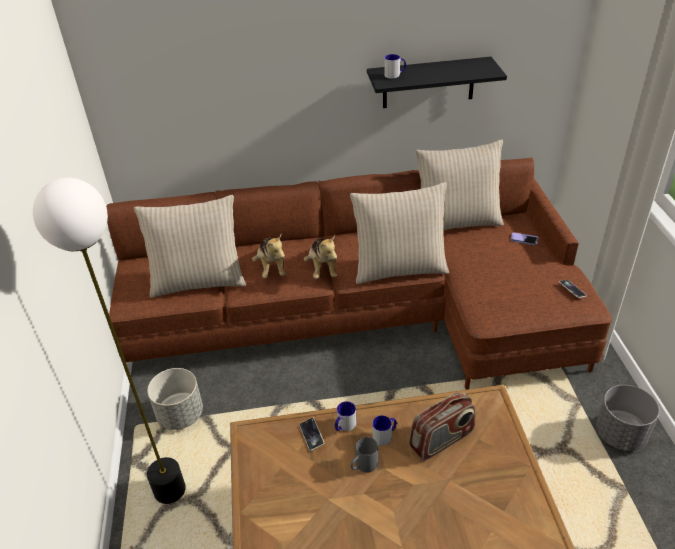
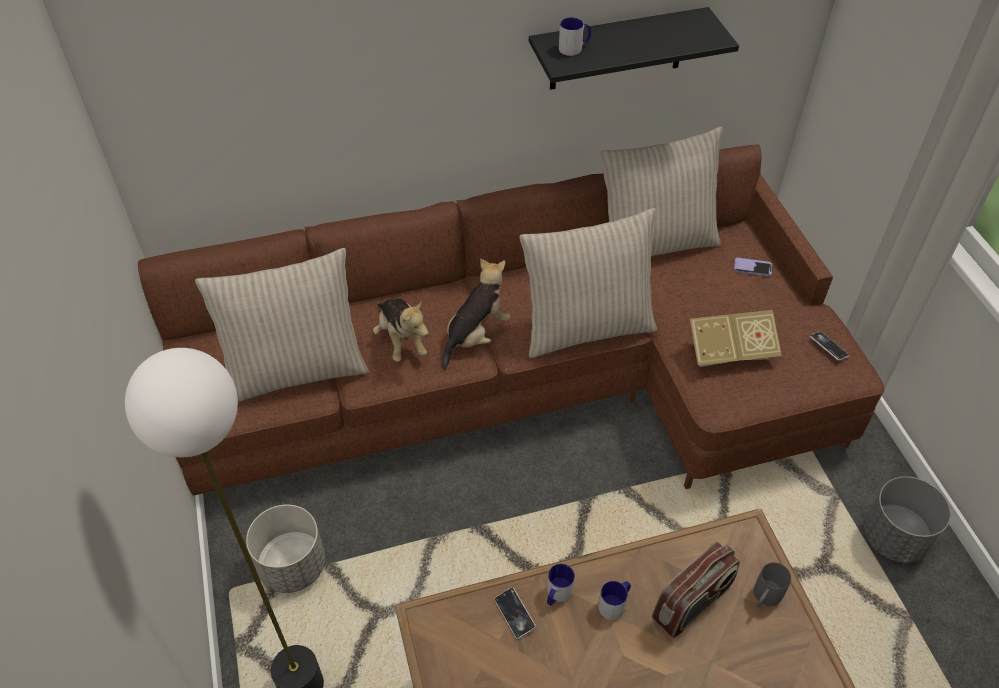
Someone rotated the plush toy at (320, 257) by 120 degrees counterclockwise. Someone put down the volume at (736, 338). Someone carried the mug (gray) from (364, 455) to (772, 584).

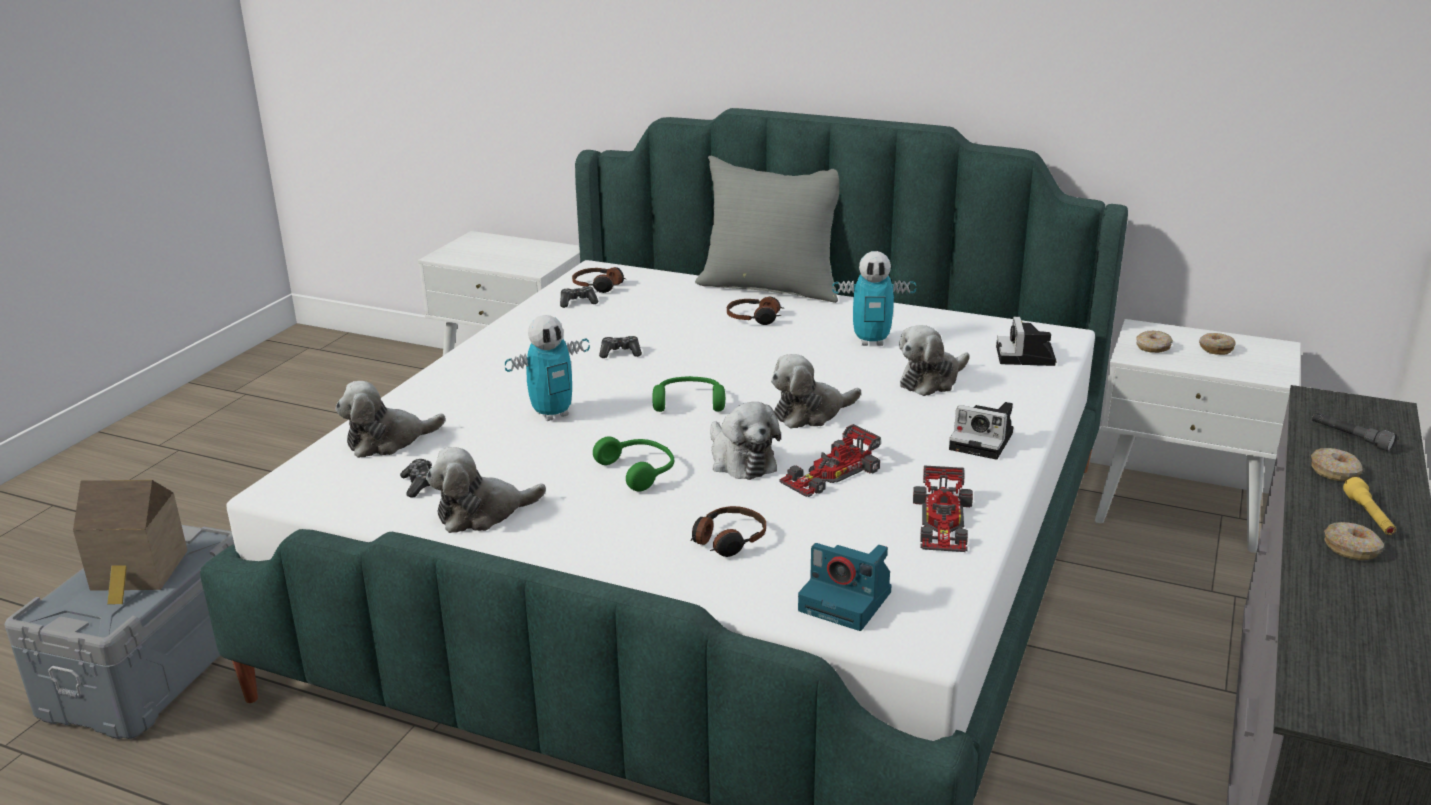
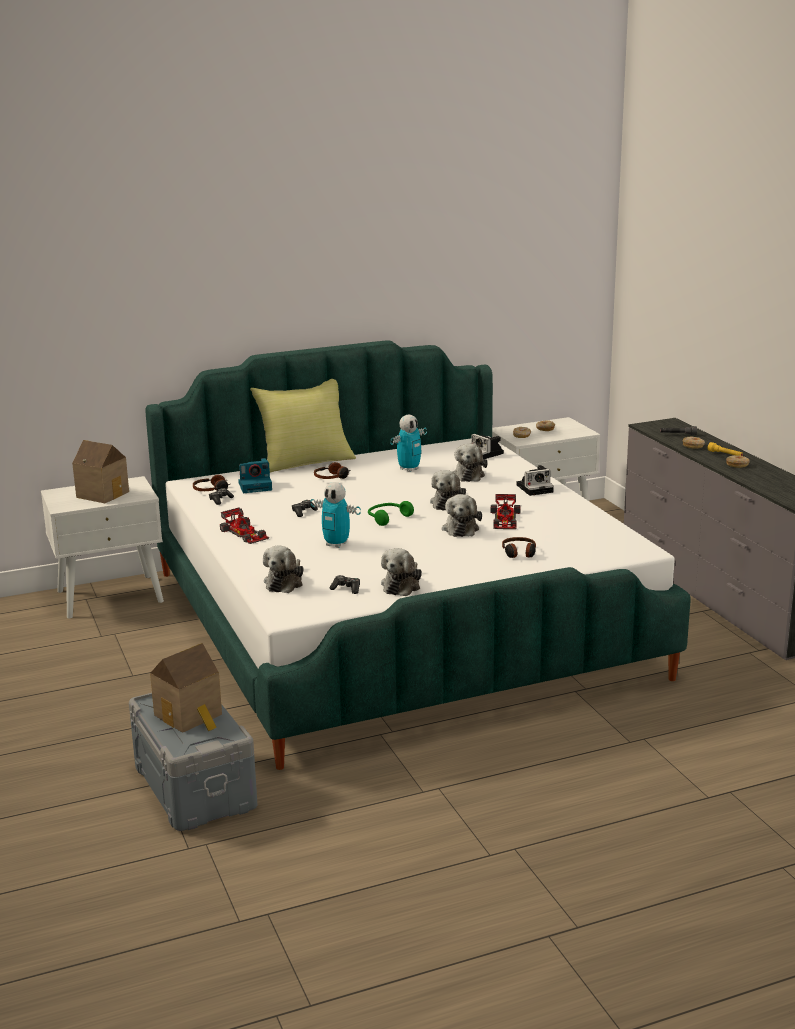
Someone put down the model house at (100, 471). Someone carried the model car from (943, 509) to (244, 525). Someone carried the photo camera from (844, 587) to (255, 475). Someone repainted the cushion (gray) at (767, 229), which became the cushion (yellowish) at (303, 426). Someone rotated the model robot at (547, 368) by 105 degrees clockwise. Someone rotated the plush toy at (745, 441) by 75 degrees clockwise. Someone took away the pair of headphones (greenish) at (633, 463).

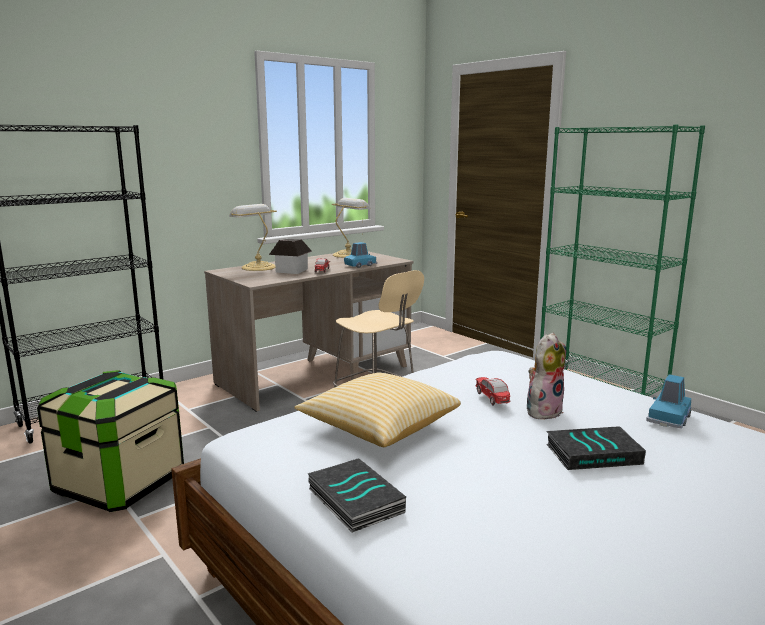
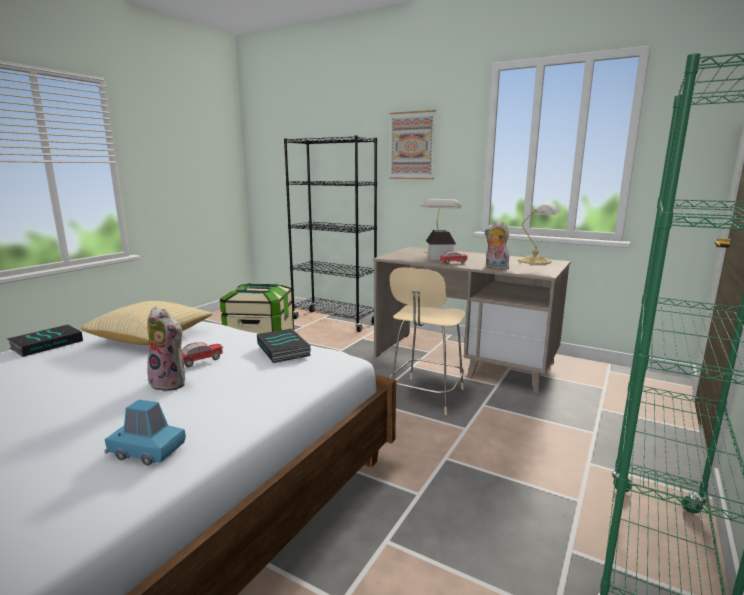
Someone carried the volume from (596, 448) to (284, 345). Someone put up the wall art at (412, 144). Someone swapped the model car (blue-coloured) at (360, 255) for the plush toy at (497, 246).

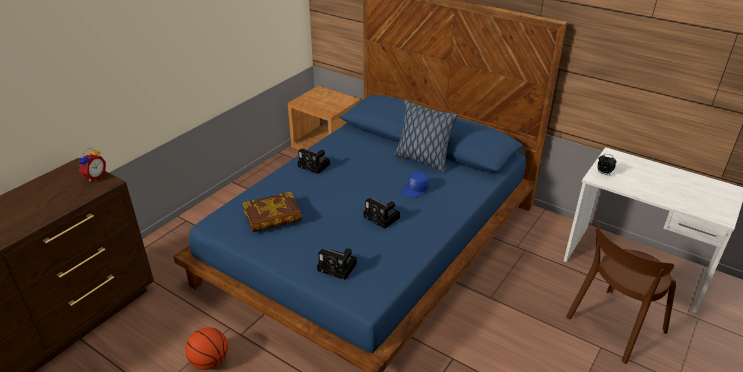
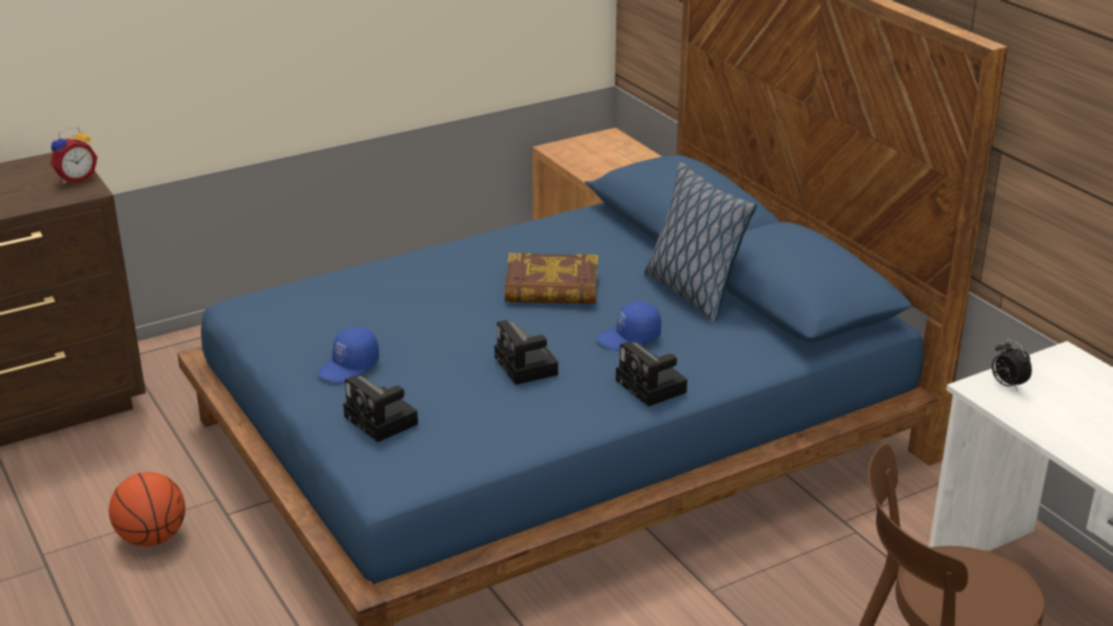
Someone put down the baseball cap (blue-coloured) at (348, 355). Someone carried the volume from (272, 212) to (551, 278). Someone carried the photo camera from (314, 161) to (651, 374).

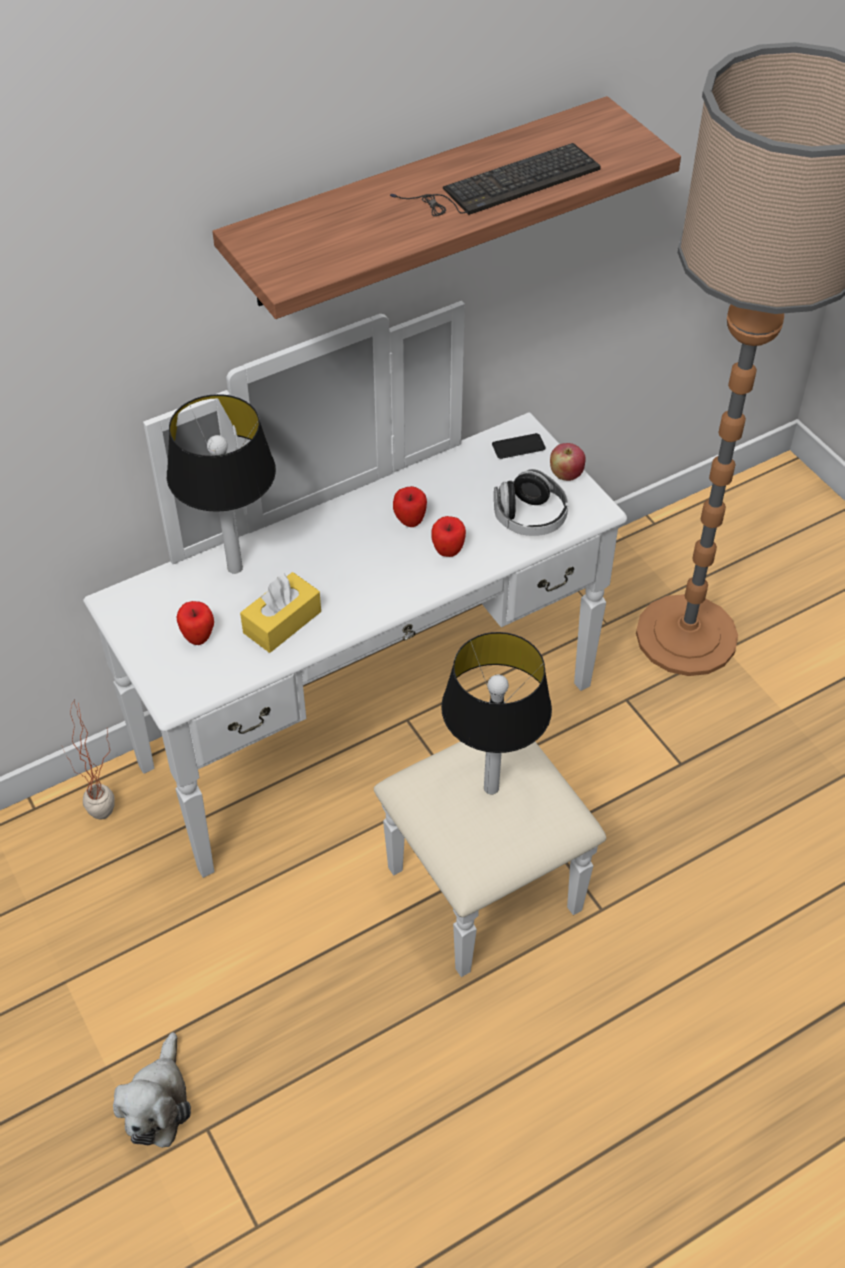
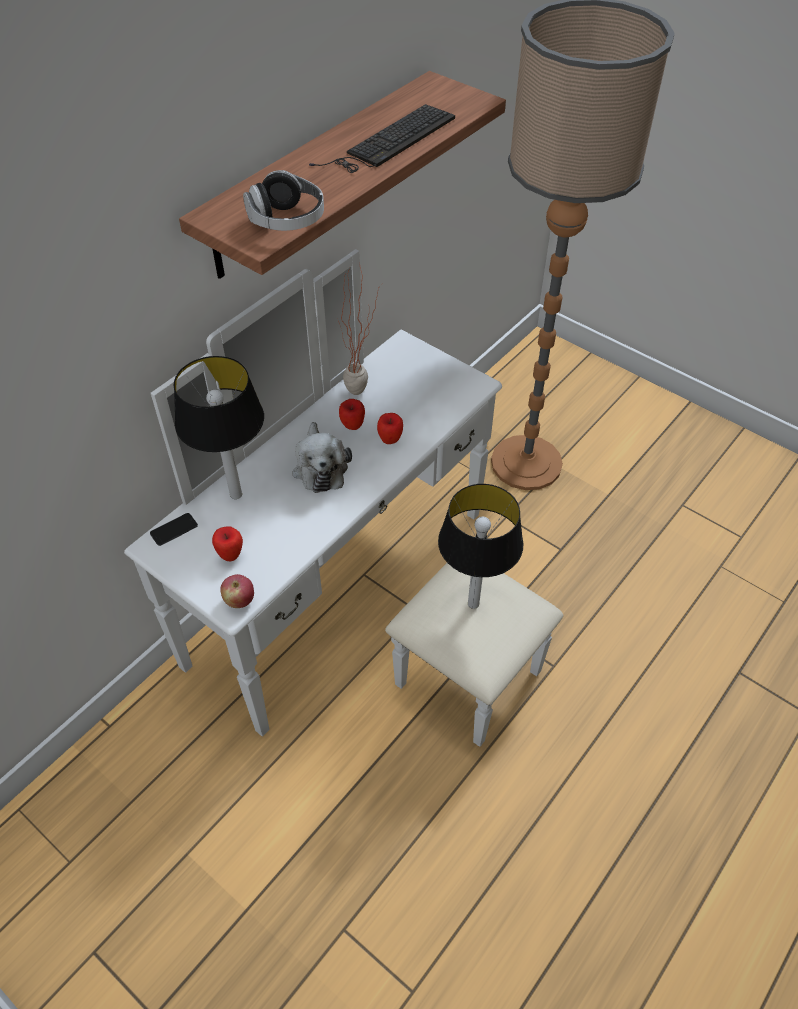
Someone carried the phone from (519, 446) to (174, 529). Someone carried the apple from (568, 462) to (237, 591). Someone carried the pair of headphones from (531, 502) to (283, 200). Someone carried the plush toy from (152, 1090) to (322, 457). Someone carried the houseplant from (88, 760) to (360, 328). Someone took away the tissue holder (yellowish) at (280, 612).

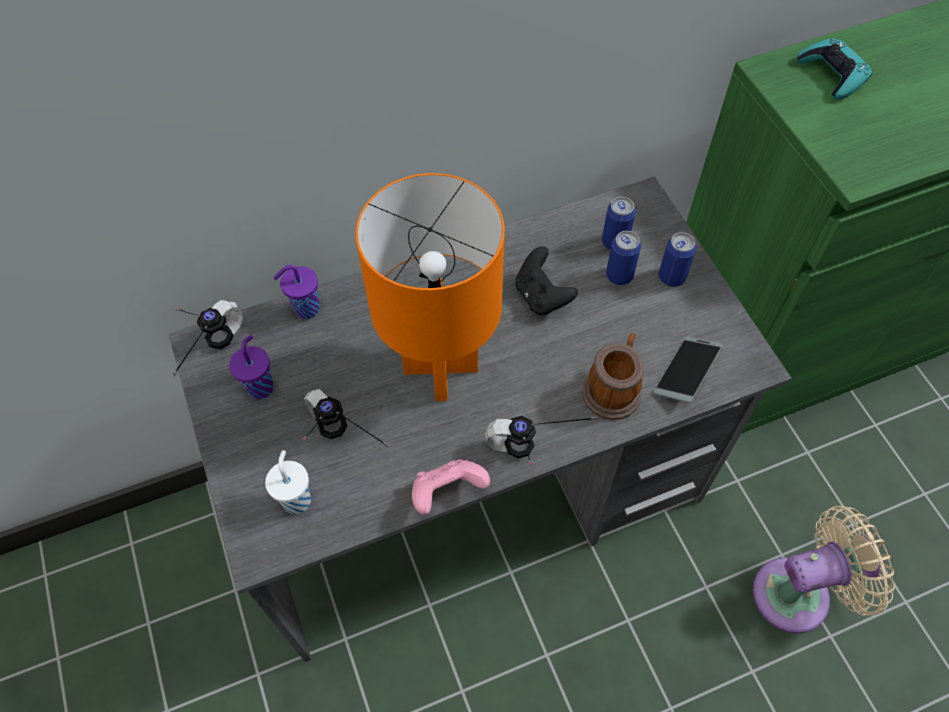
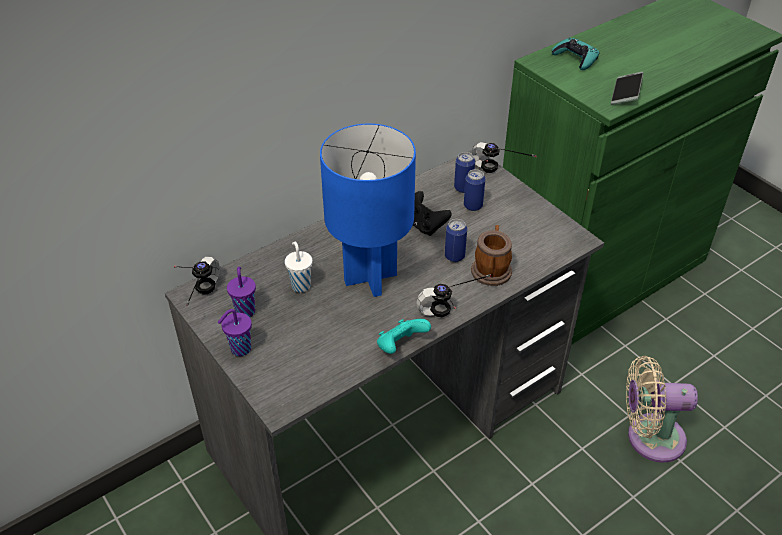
Someone carried the small cup (purple-coloured) from (296, 292) to (235, 332). Someone carried the small cup (whitish) from (288, 482) to (298, 267). Someone repainted the lamp for a table (orange-coloured) at (430, 287), which became the lamp for a table (blue-coloured) at (368, 210). Someone repainted the game controller (pink) at (451, 487), which became the game controller (blue-green) at (404, 336). Someone carried the can from (677, 259) to (456, 240). Someone carried the pair of headphones from (346, 418) to (504, 157). Someone carried the phone from (688, 370) to (627, 88). Someone rotated the cooling fan (sand-coloured) at (824, 569) by 150 degrees counterclockwise.

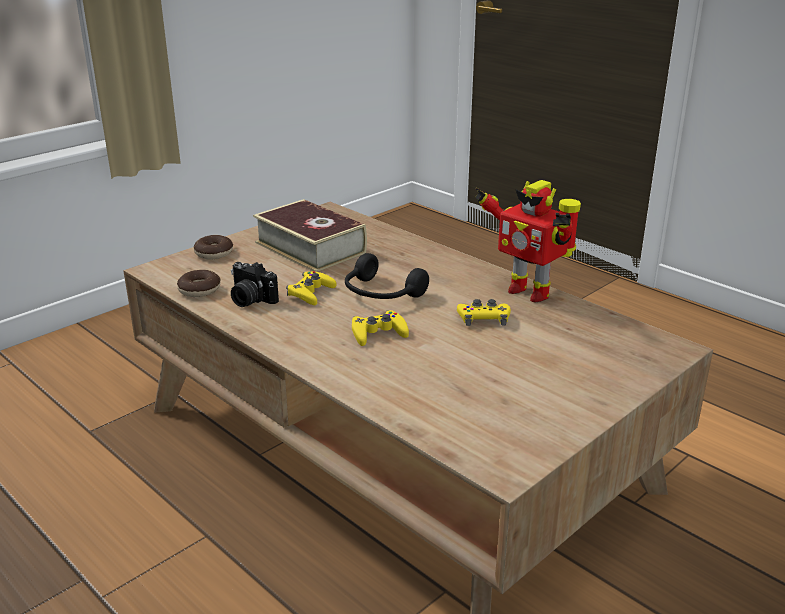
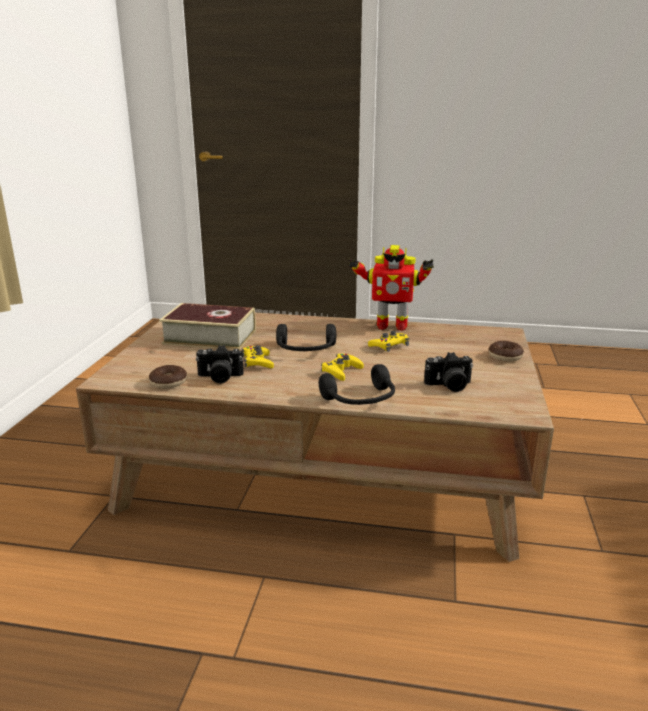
Someone put down the pair of headphones (blackish) at (357, 384). Someone put down the photo camera at (448, 372). Someone carried the doughnut from (213, 247) to (506, 351).

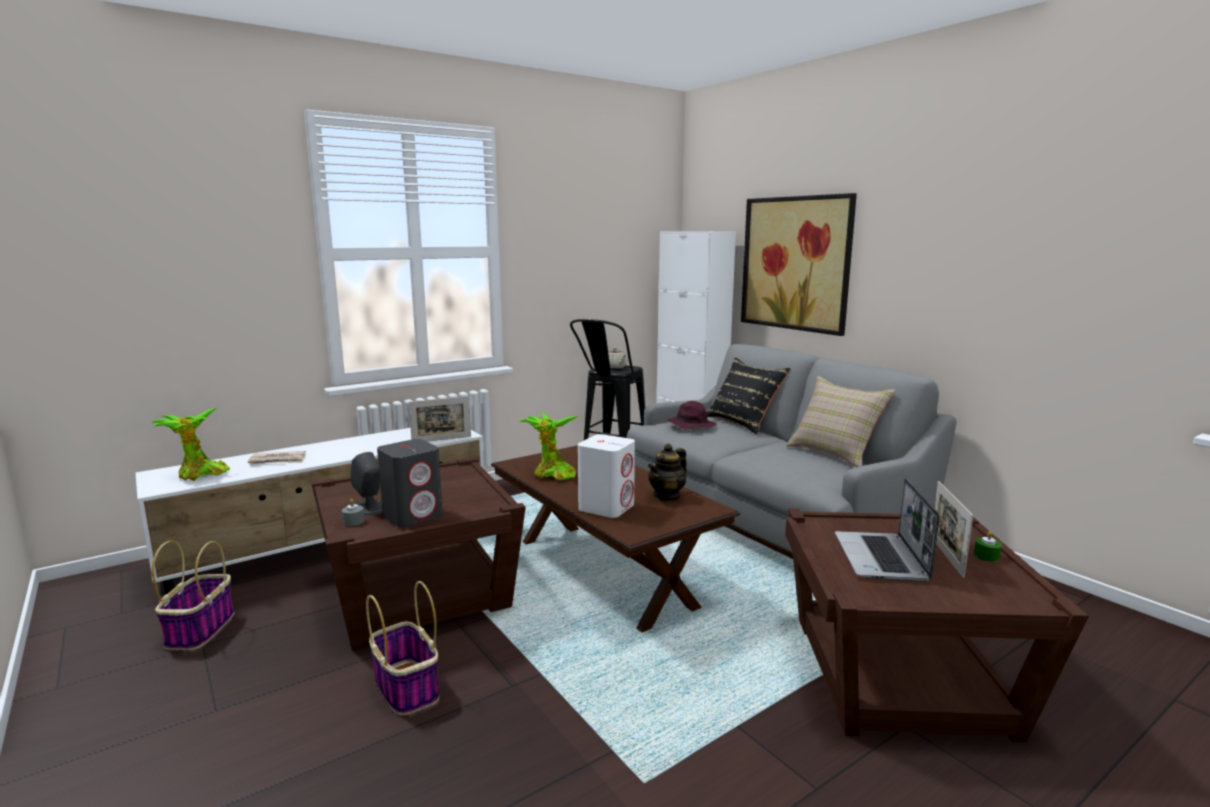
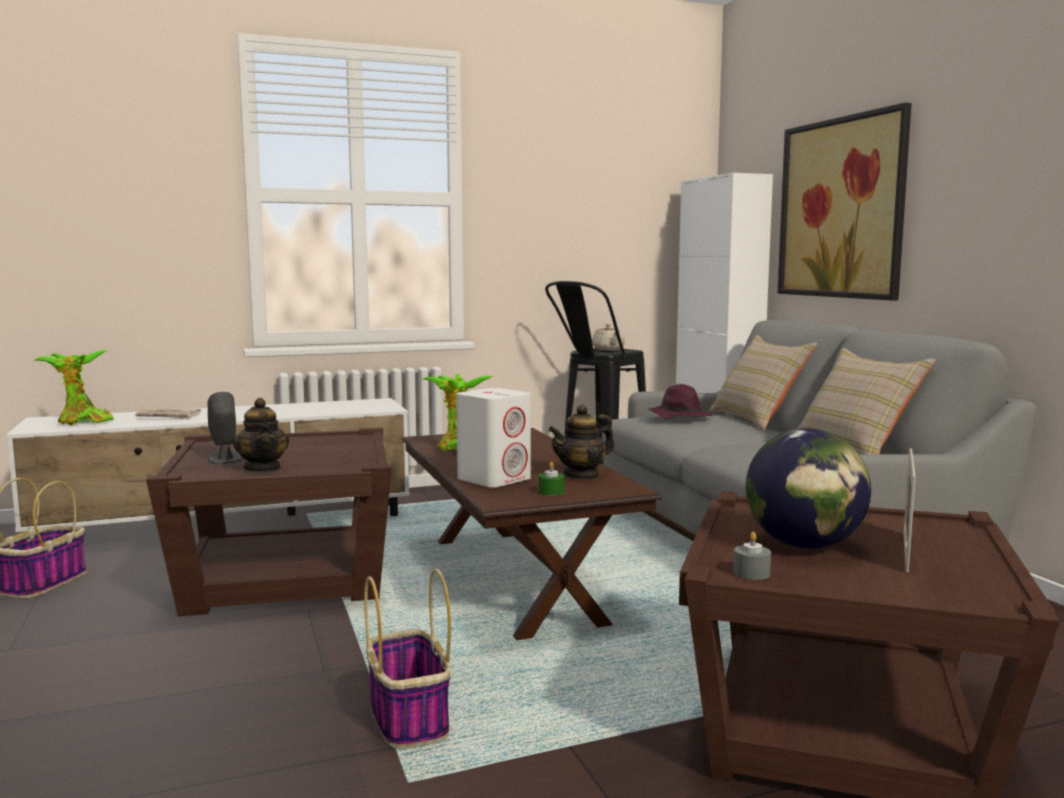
Someone swapped the loudspeaker (gray) at (410, 483) for the pot for tea at (261, 435). Someone carried the household basket from (402, 648) to (407, 658). Someone carried the candle (greenish) from (988, 546) to (551, 479). Someone repainted the cushion (blackish) at (749, 396), which became the cushion (sand-coloured) at (763, 382). Someone carried the candle (gray) from (353, 512) to (752, 556). Someone swapped the notebook computer at (887, 530) for the globe at (808, 488). Someone took away the picture frame at (440, 419).

